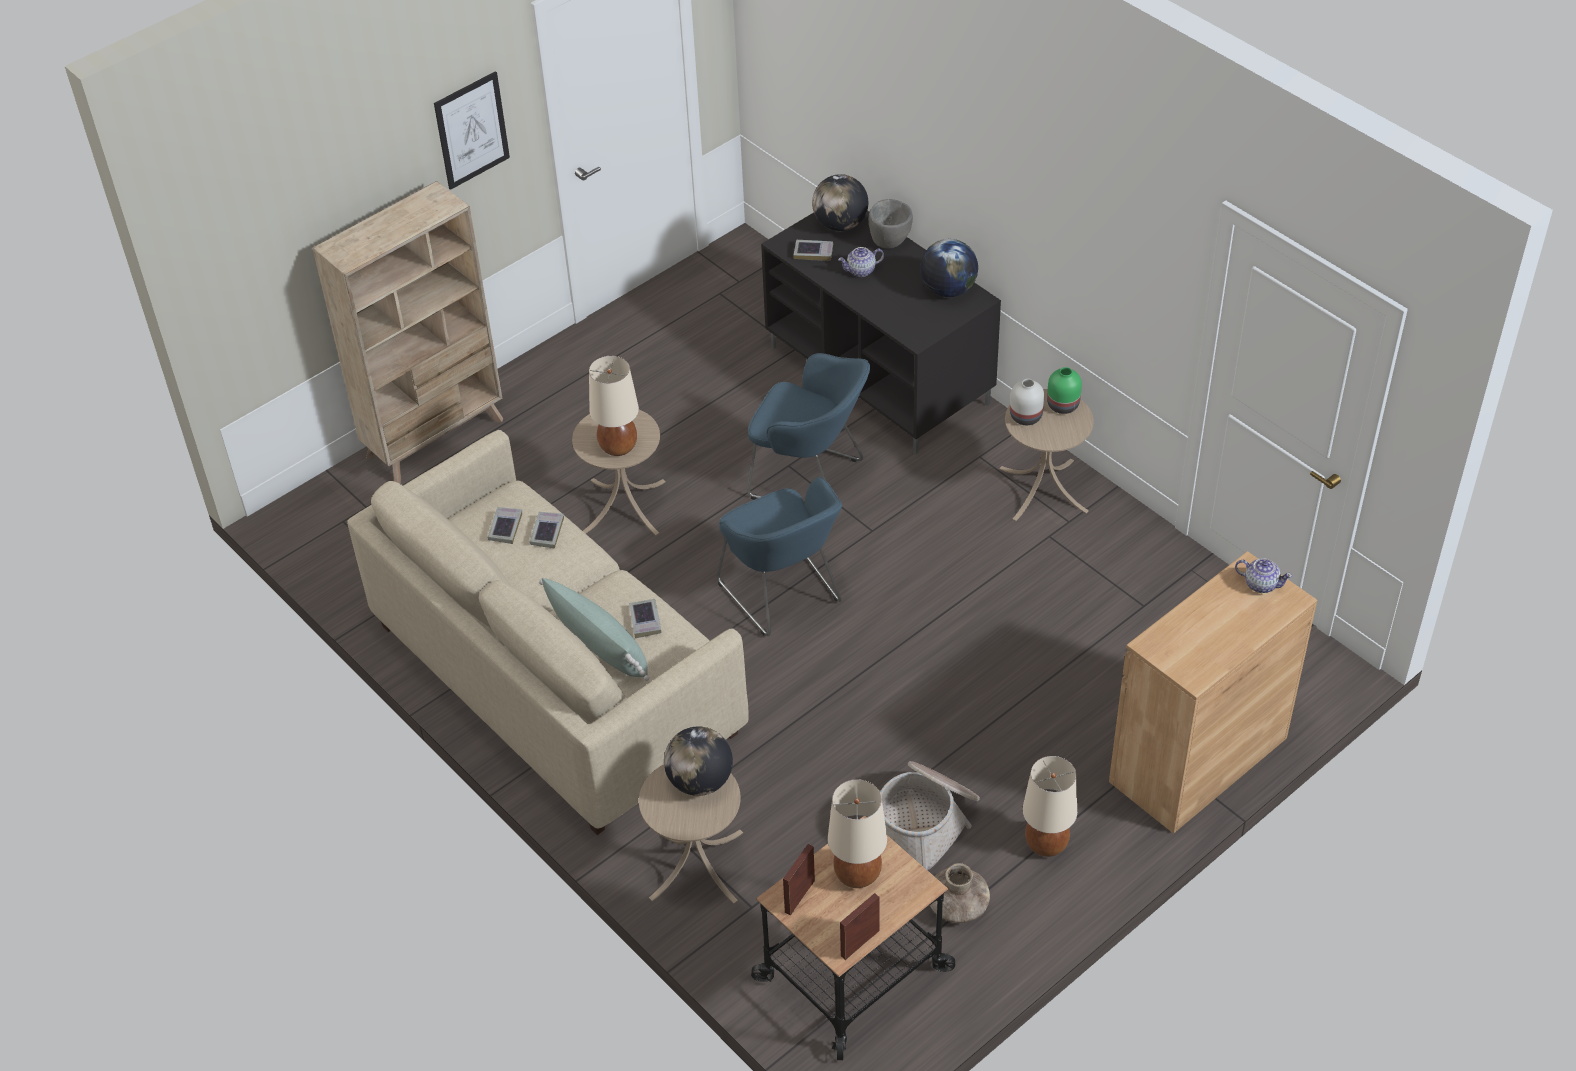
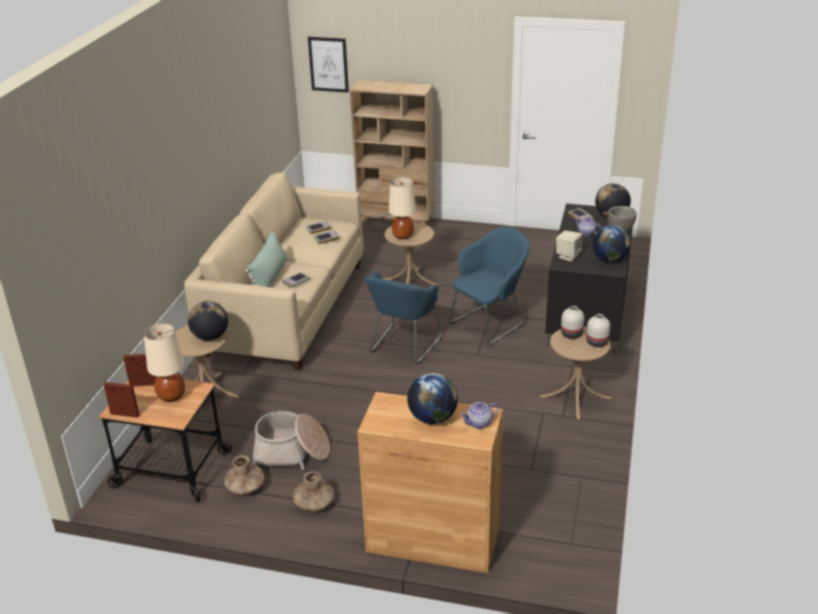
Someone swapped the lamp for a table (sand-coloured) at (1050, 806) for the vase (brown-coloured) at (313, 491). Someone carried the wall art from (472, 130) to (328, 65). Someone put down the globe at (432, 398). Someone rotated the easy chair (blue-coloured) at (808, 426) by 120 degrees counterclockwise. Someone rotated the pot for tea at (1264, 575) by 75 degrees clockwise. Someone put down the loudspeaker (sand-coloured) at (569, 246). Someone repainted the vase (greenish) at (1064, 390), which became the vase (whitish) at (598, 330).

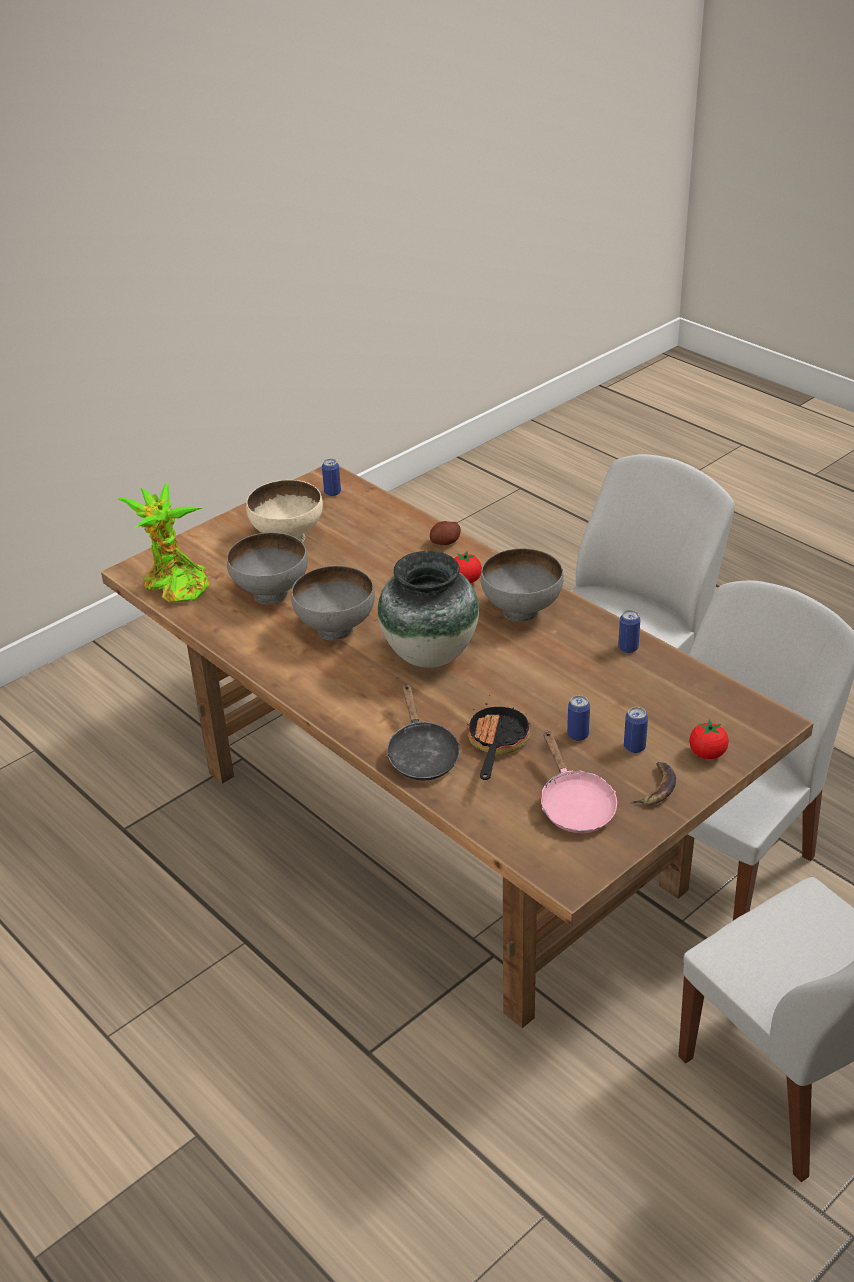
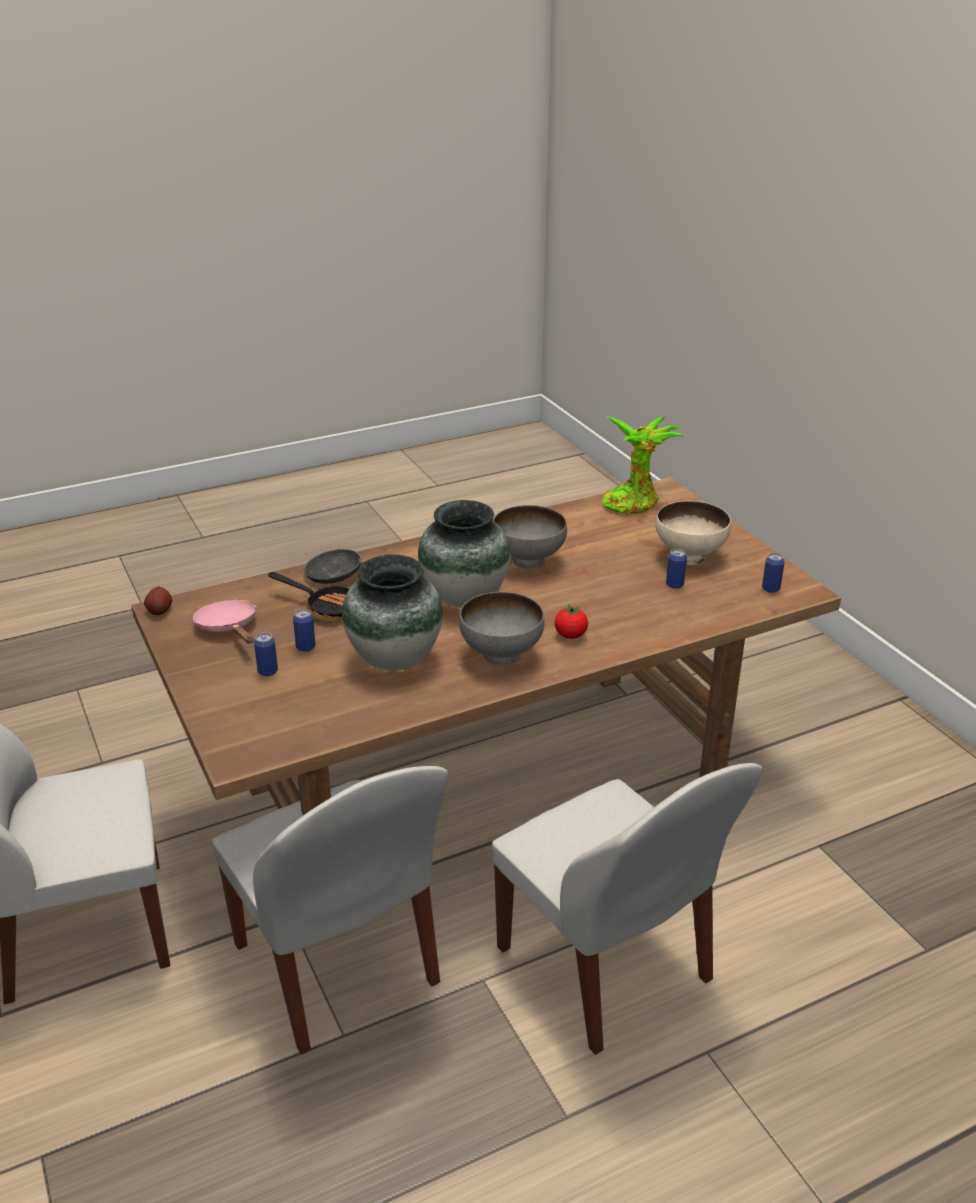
Someone carried the potato from (445, 533) to (158, 601). Someone rotated the frying pan (pink) at (579, 781) by 60 degrees clockwise. Someone put down the vase at (392, 612). Someone carried the can from (629, 631) to (676, 569). Someone took away the deep dish (gray) at (267, 568). Someone took away the banana at (652, 783). Someone took away the whole tomato at (709, 739).

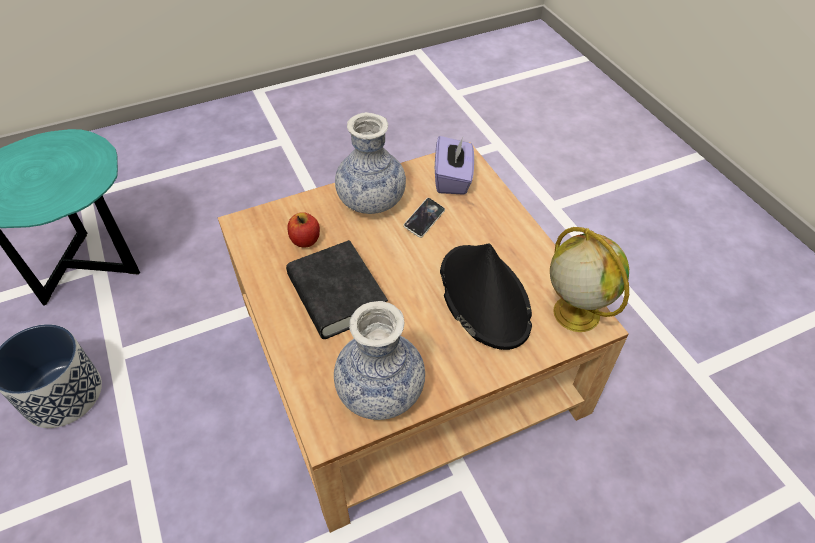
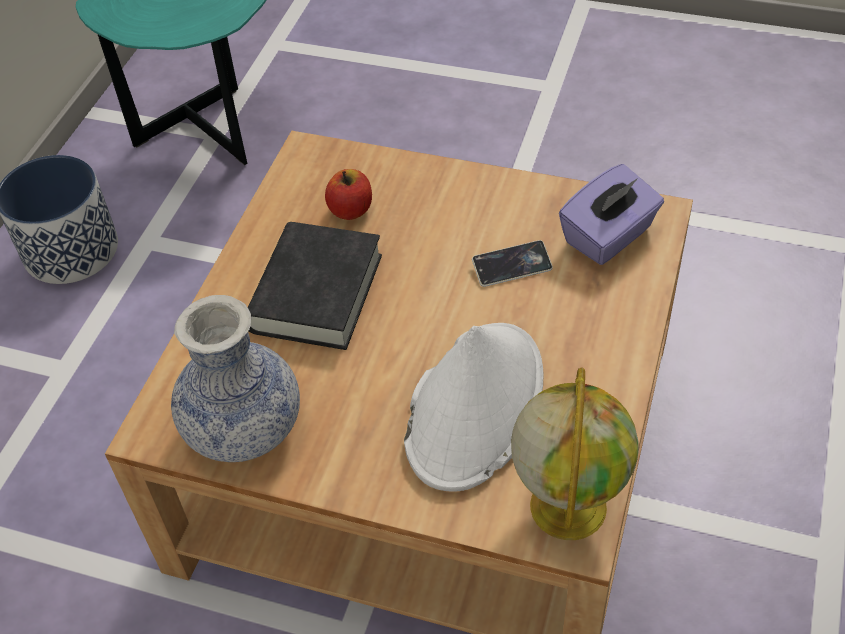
Someone repainted the hat (blackish) at (486, 296), which became the hat (whitish) at (473, 407). Someone took away the vase at (370, 163).

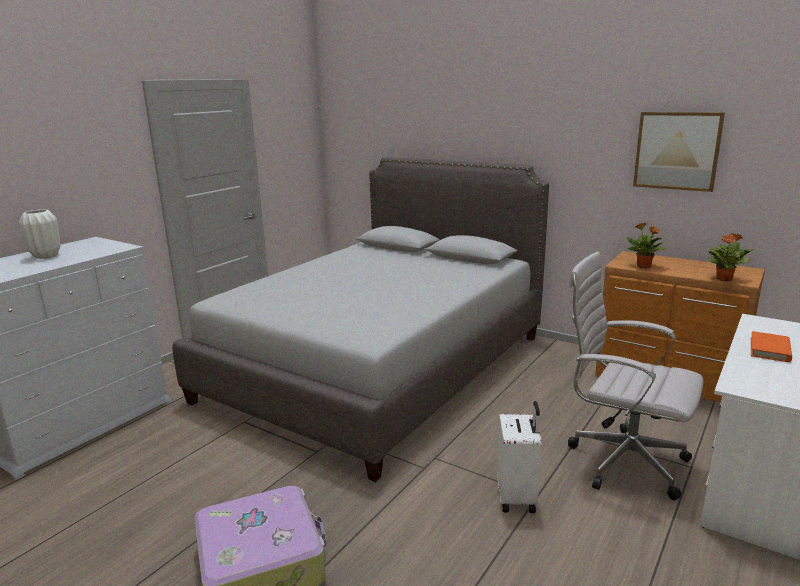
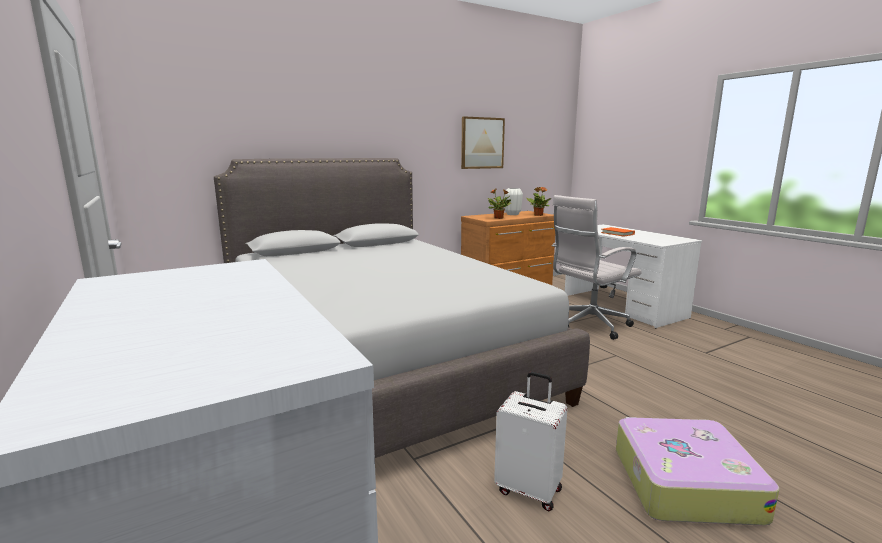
Someone carried the suitcase (whitish) from (519, 457) to (530, 441). Someone carried the vase (whitish) from (40, 234) to (513, 201).

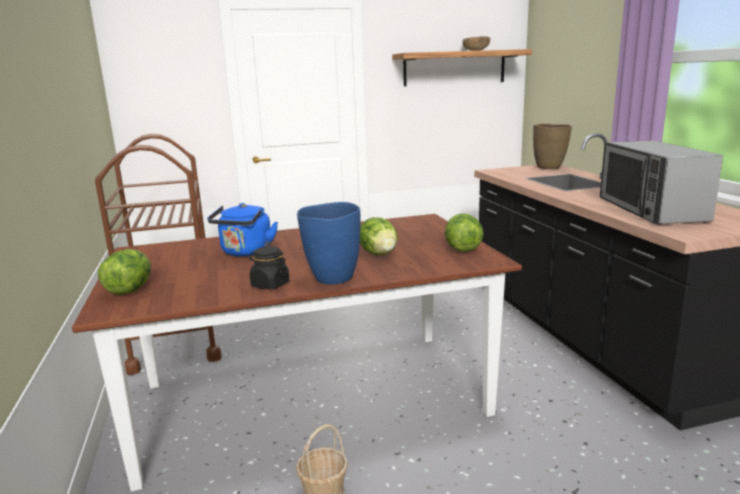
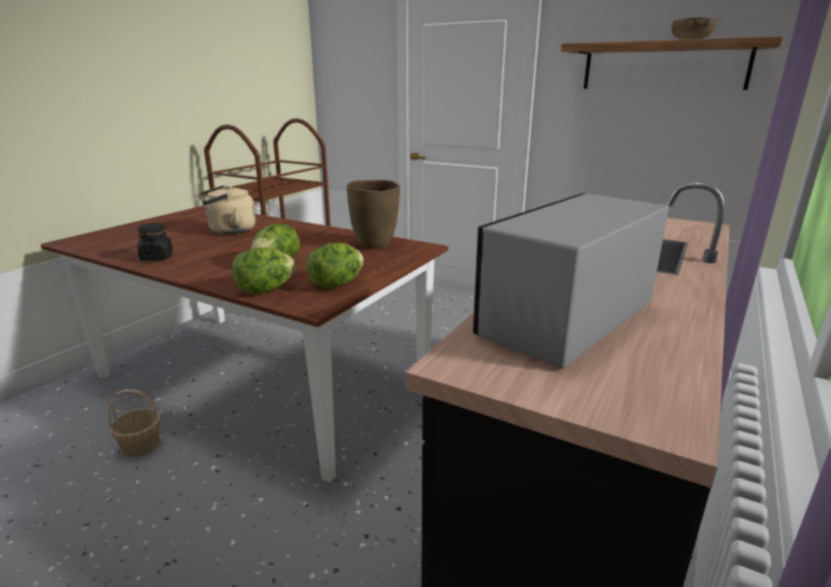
Someone repainted the water kettle (blue-coloured) at (242, 229), which became the water kettle (sand-coloured) at (227, 209). Someone carried the lettuce from (124, 272) to (264, 271). Someone carried the vase (brown-coloured) from (552, 146) to (373, 214). Someone took away the vase (blue-coloured) at (329, 243).

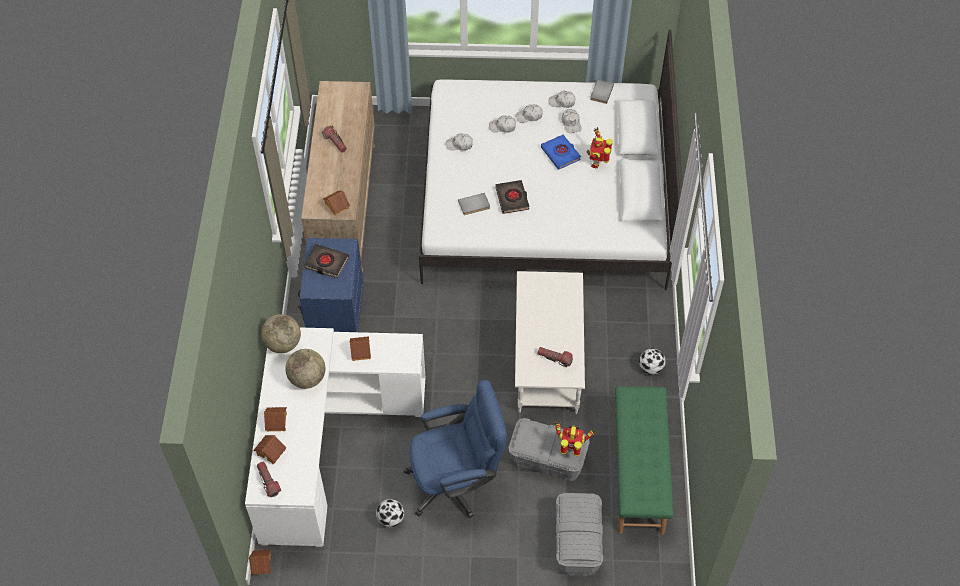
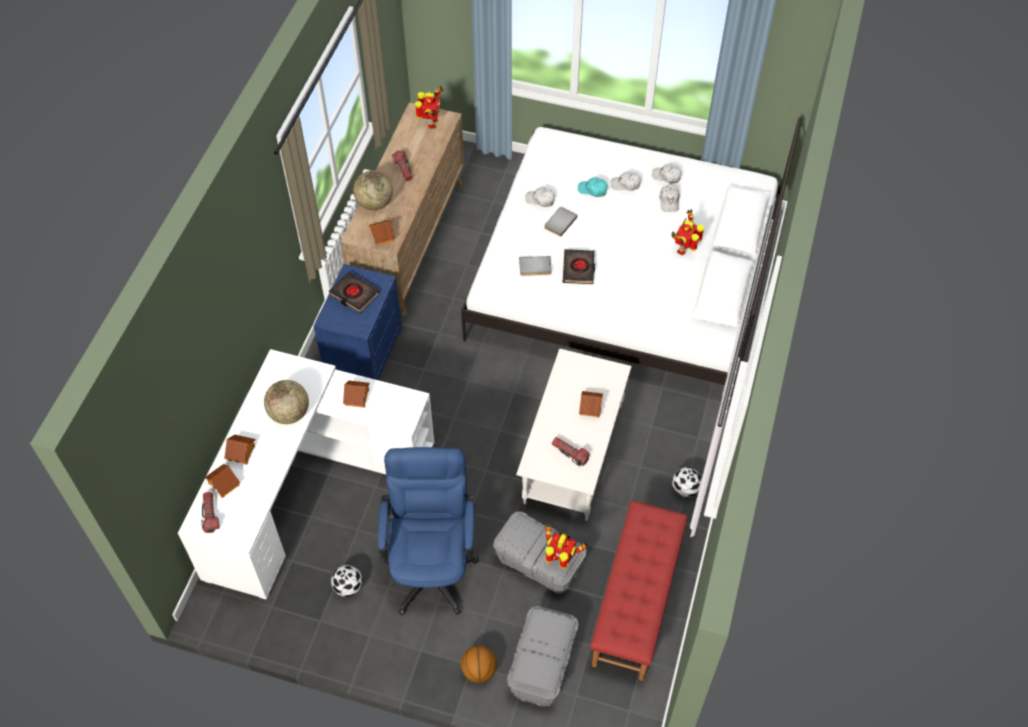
Someone carried the globe from (281, 333) to (373, 190). Someone rotated the computer chair (blue-coloured) at (455, 449) by 90 degrees counterclockwise. Someone put down the model robot at (429, 107). Someone put down the basketball ball at (479, 664). Someone carried the volume (gray) from (602, 92) to (561, 222). Someone repainted the baseball cap (whitish) at (502, 124), which became the baseball cap (blue-green) at (593, 187). Someone carried the model house from (260, 562) to (591, 404). Someone repainted the long seat (greenish) at (643, 460), which became the long seat (reddish) at (639, 590). Someone took away the volume (blue-coloured) at (561, 152).

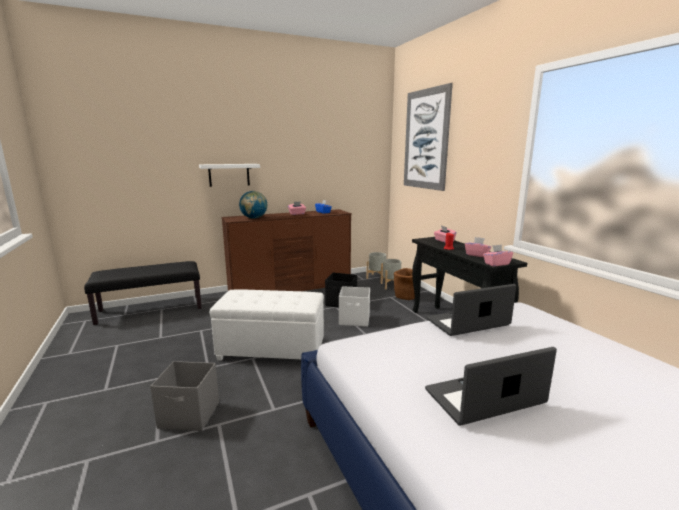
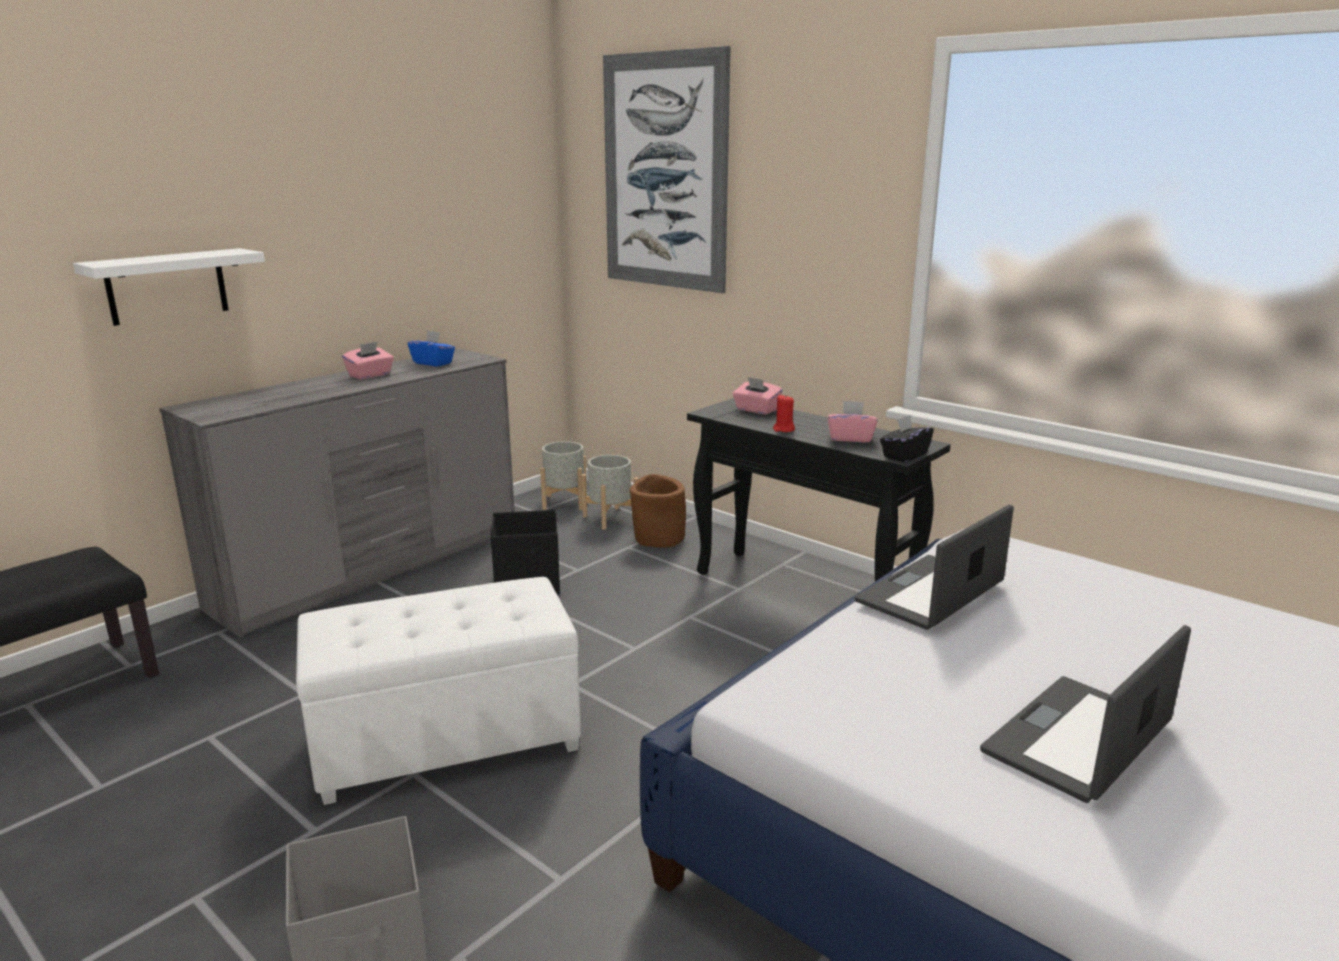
Someone repainted the drawer chest (brown-coloured) at (286, 250), which became the drawer chest (gray) at (337, 493). Someone repainted the tissue holder (pink) at (498, 255), which became the tissue holder (blackish) at (907, 438). Someone took away the globe at (253, 205). Someone took away the storage container (whitish) at (354, 306).

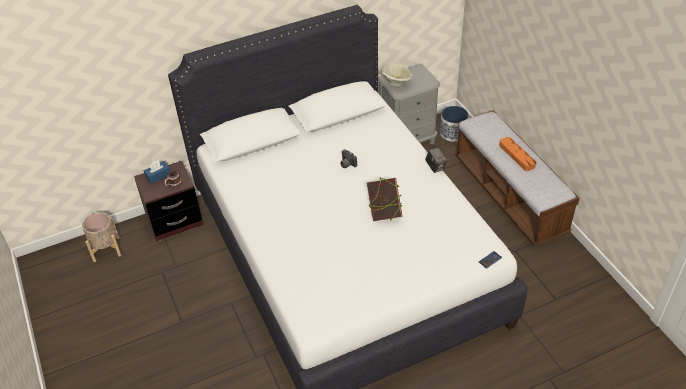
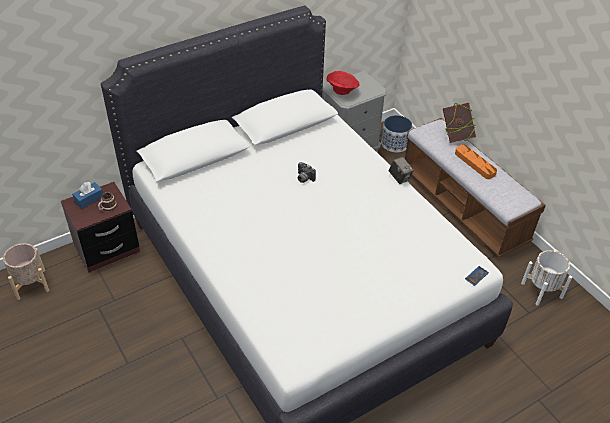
Someone repainted the deep dish (sand-coloured) at (397, 75), which became the deep dish (reddish) at (343, 83). Someone carried the volume from (385, 199) to (459, 123). Someone put down the plant pot (whitish) at (546, 278).

